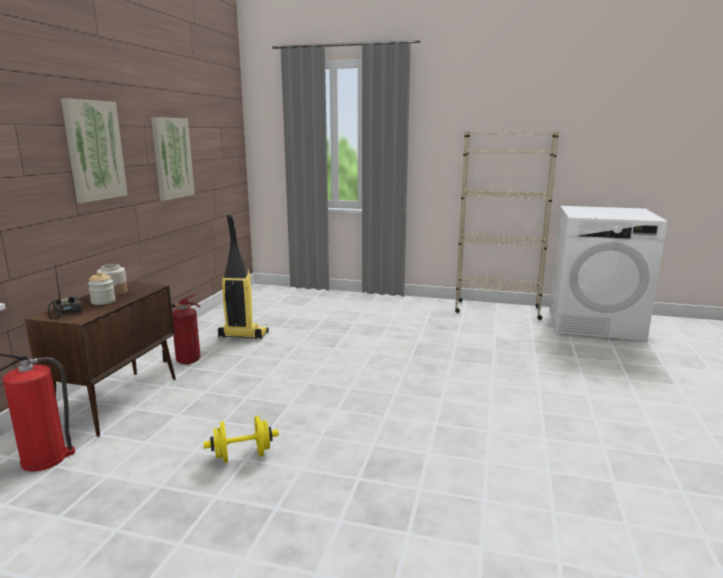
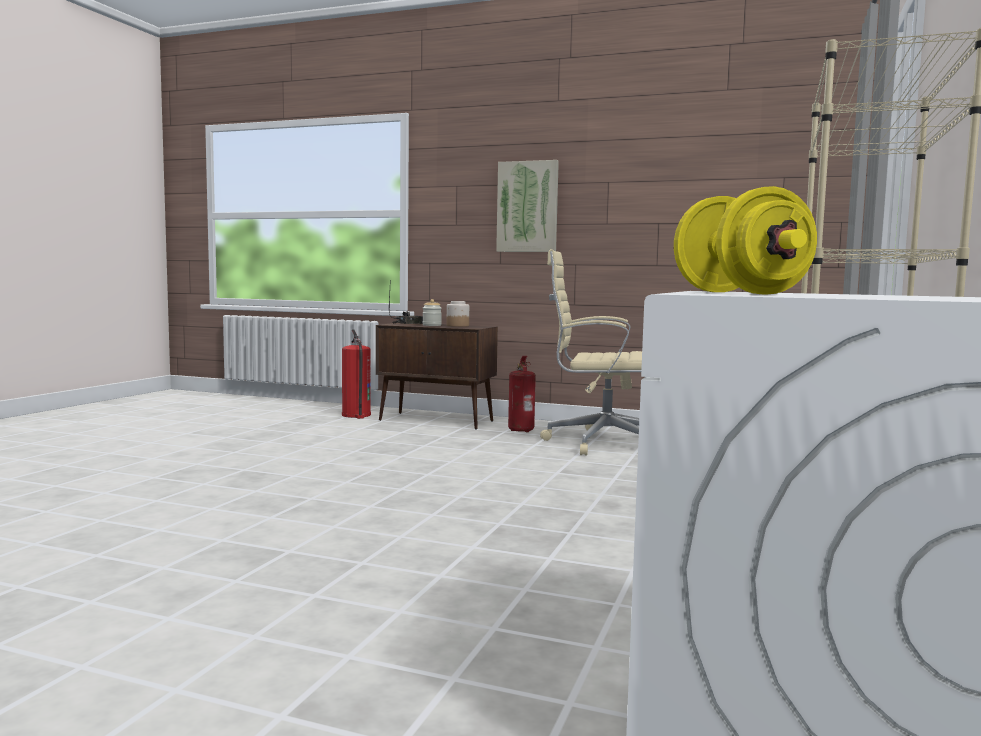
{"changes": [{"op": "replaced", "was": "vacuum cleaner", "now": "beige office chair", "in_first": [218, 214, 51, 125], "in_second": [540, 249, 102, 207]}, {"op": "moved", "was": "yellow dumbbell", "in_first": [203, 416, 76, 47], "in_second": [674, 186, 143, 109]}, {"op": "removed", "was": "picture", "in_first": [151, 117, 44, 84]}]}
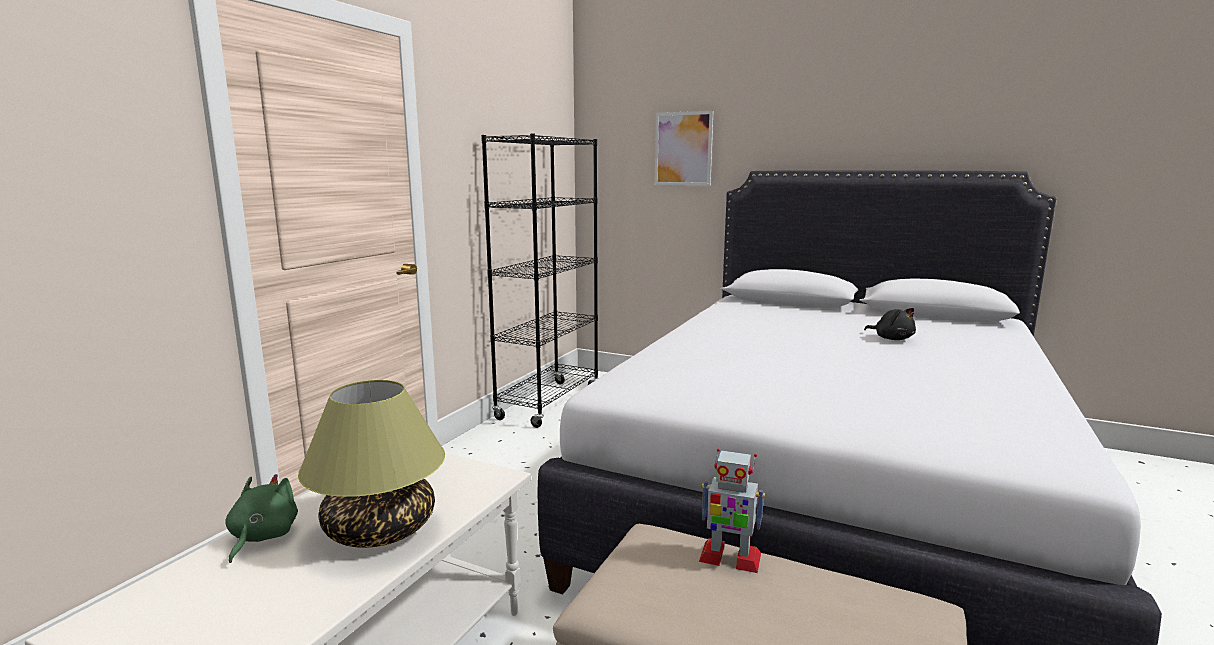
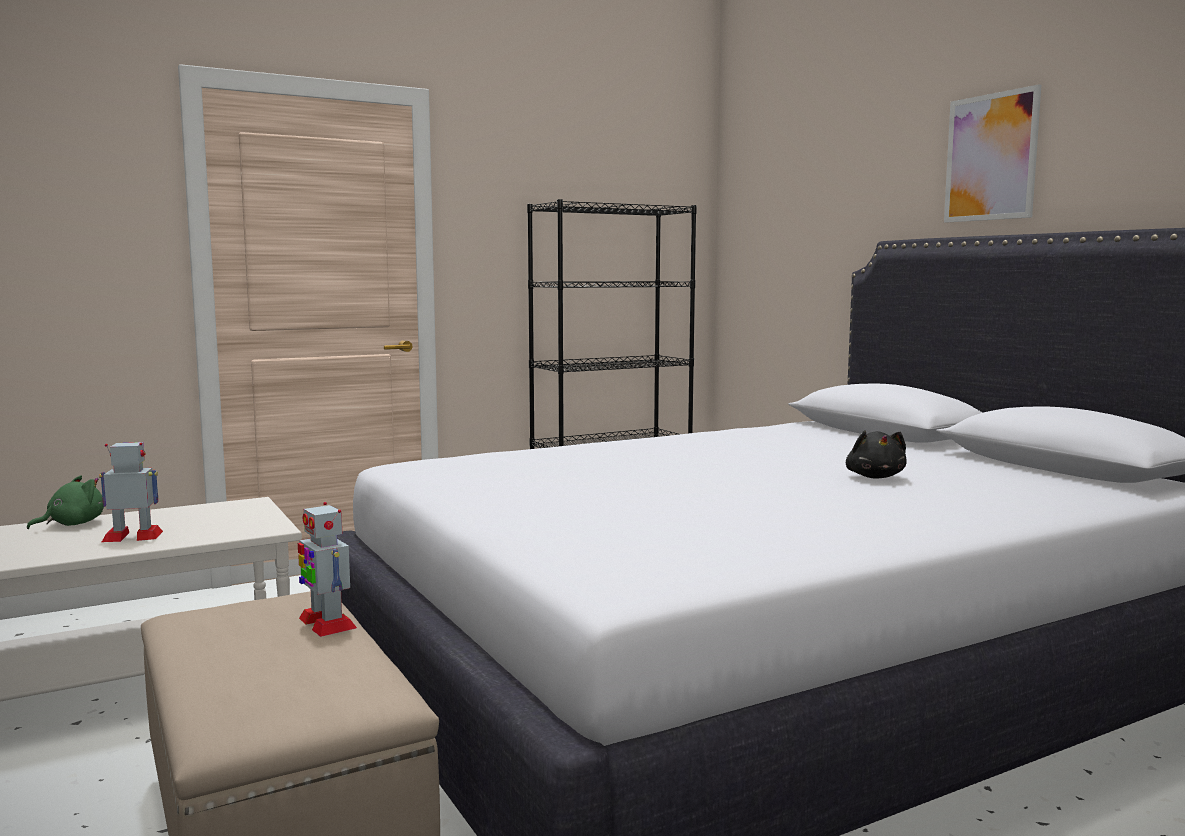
{"changes": [{"op": "replaced", "was": "table lamp", "now": "toy robot", "in_first": [298, 380, 147, 168], "in_second": [99, 442, 64, 100]}, {"op": "moved", "was": "picture", "in_first": [655, 111, 58, 75], "in_second": [944, 84, 97, 139]}]}
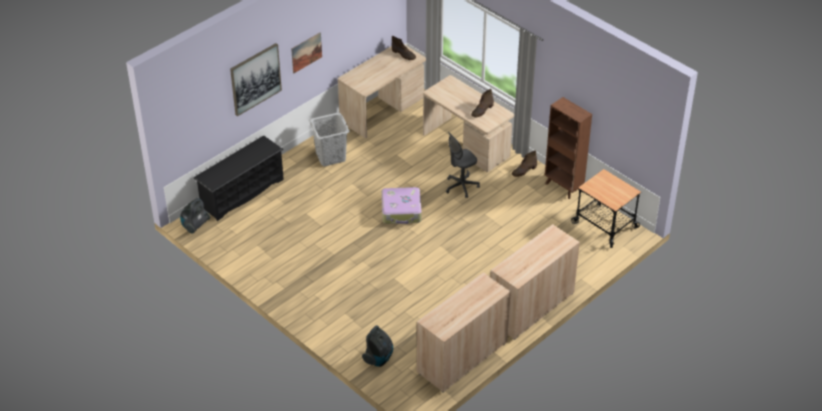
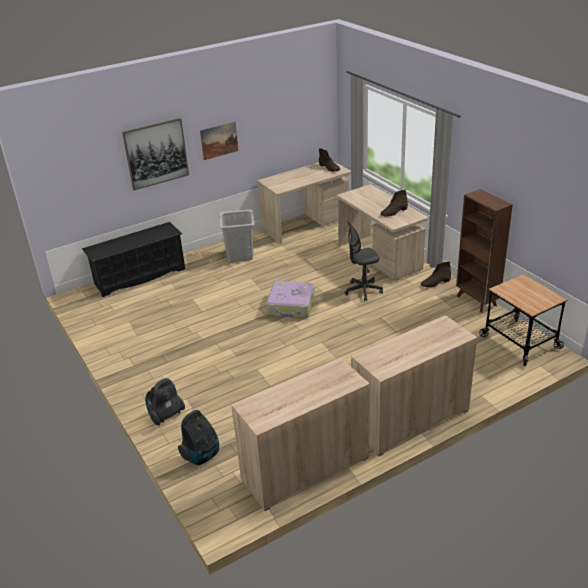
{"changes": [{"op": "moved", "was": "vacuum cleaner", "in_first": [180, 198, 30, 36], "in_second": [145, 378, 40, 47]}]}
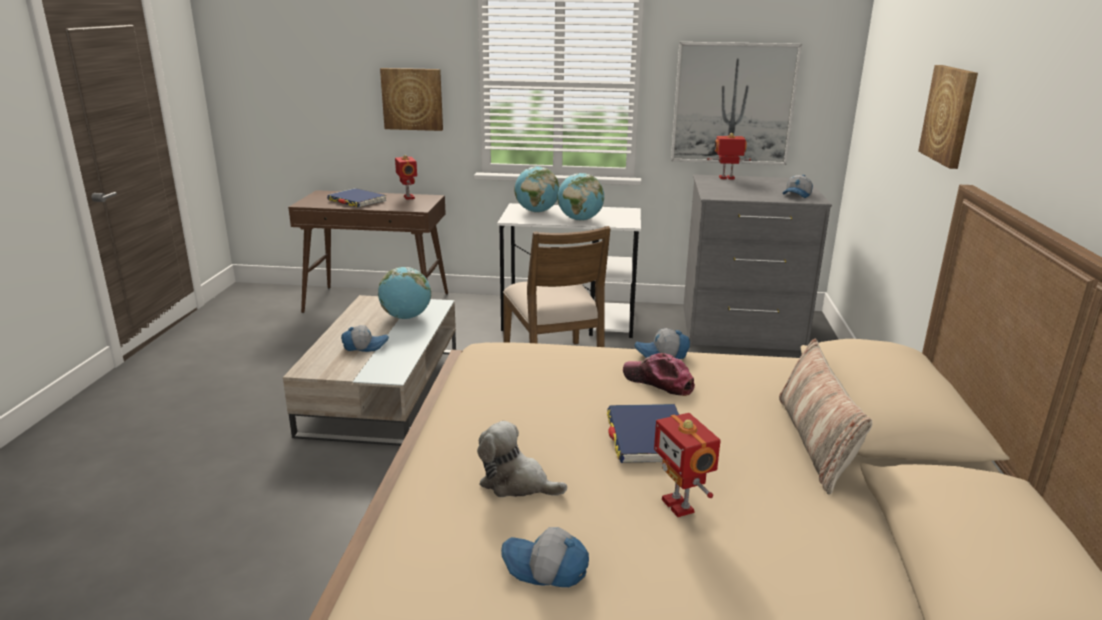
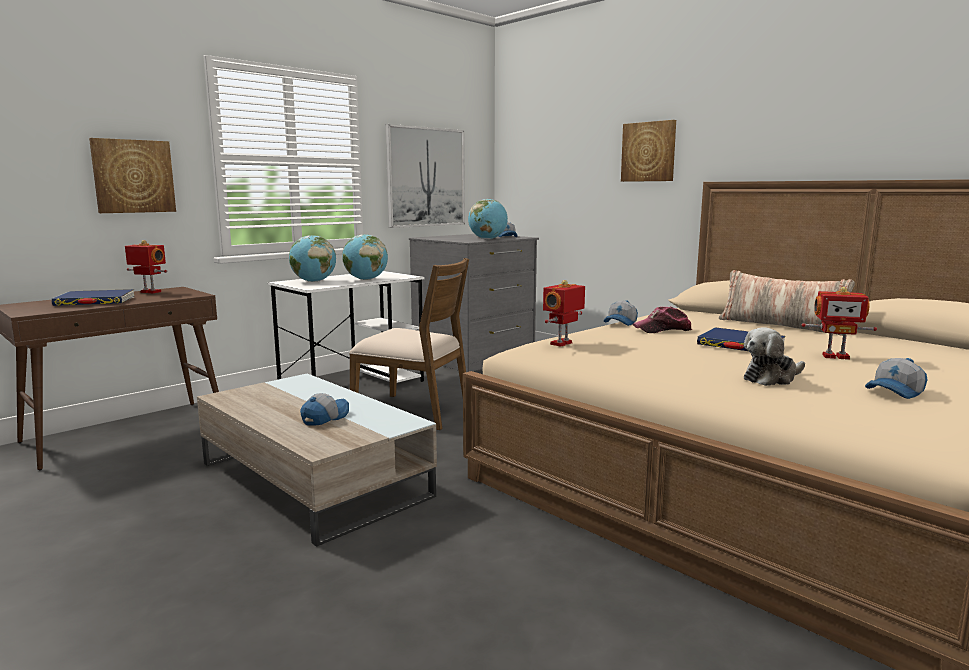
{"changes": [{"op": "moved", "was": "globe", "in_first": [378, 267, 53, 52], "in_second": [468, 199, 40, 41]}, {"op": "moved", "was": "toy robot", "in_first": [707, 133, 44, 46], "in_second": [543, 280, 42, 67]}]}
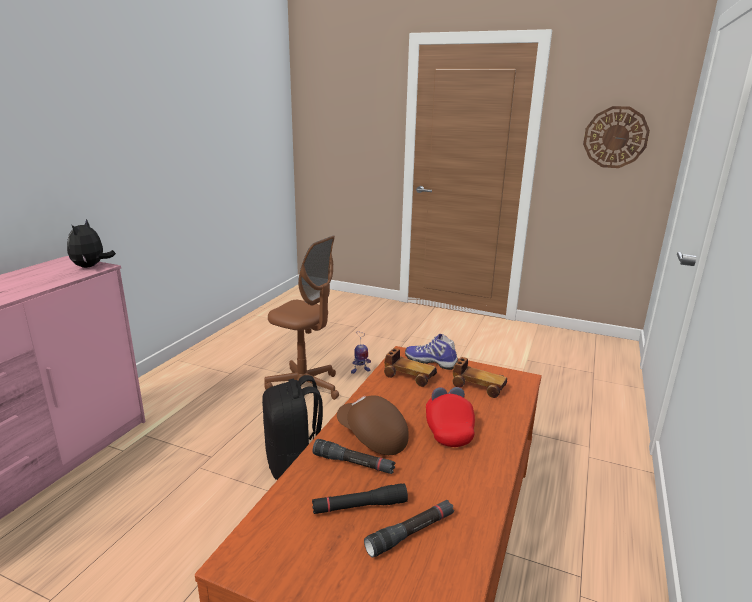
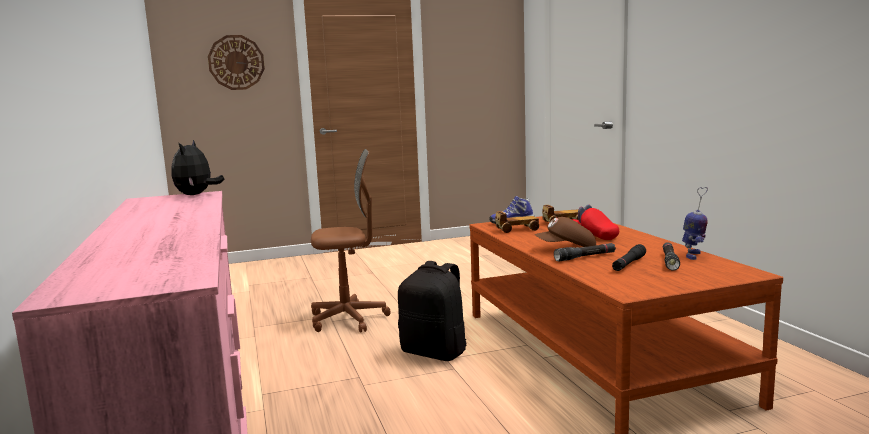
{"changes": [{"op": "turned", "was": "plush toy", "in_first": [67, 219, 49, 49], "in_second": [171, 140, 54, 55], "clockwise": 45}, {"op": "moved", "was": "wall clock", "in_first": [583, 106, 67, 62], "in_second": [208, 35, 57, 55]}, {"op": "moved", "was": "toy robot", "in_first": [351, 331, 20, 43], "in_second": [682, 187, 26, 73]}]}
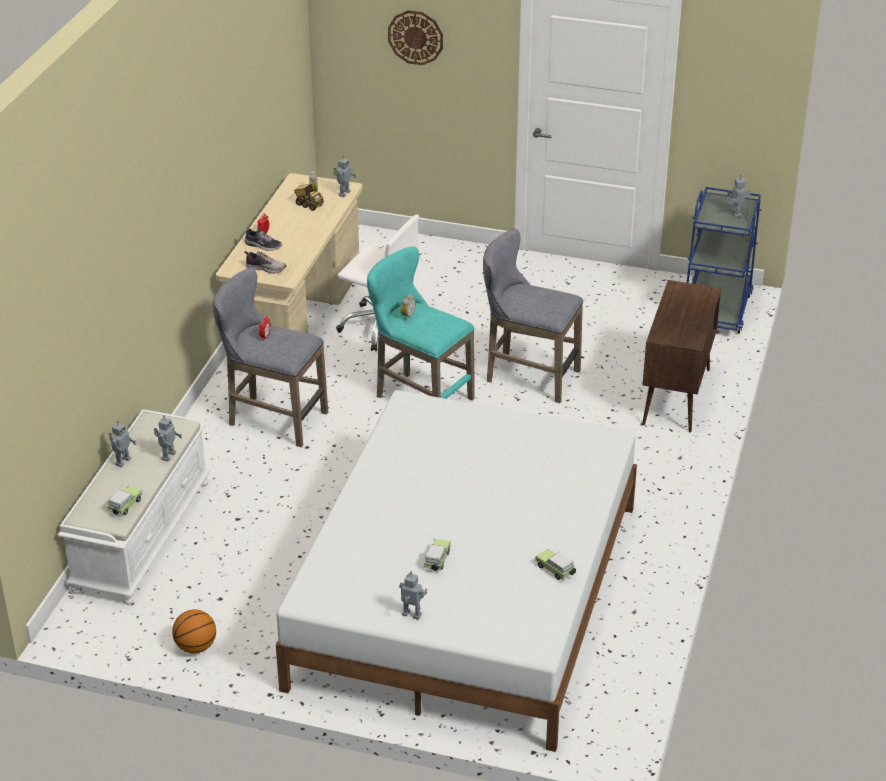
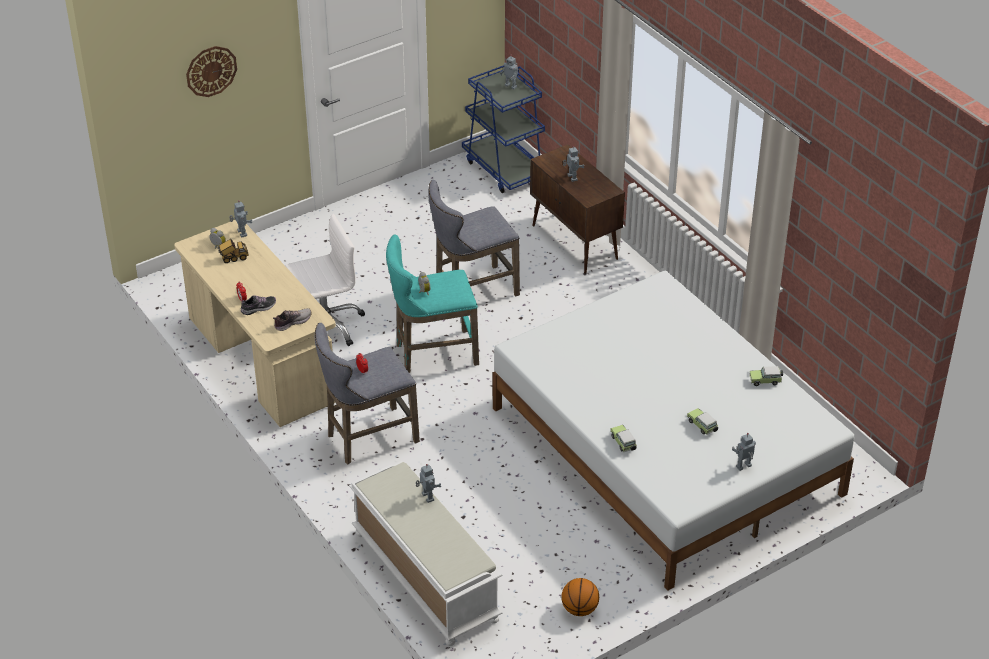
{"changes": [{"op": "moved", "was": "toy robot", "in_first": [109, 421, 28, 46], "in_second": [563, 146, 21, 36]}, {"op": "moved", "was": "toy car", "in_first": [108, 486, 34, 29], "in_second": [610, 425, 27, 27]}]}
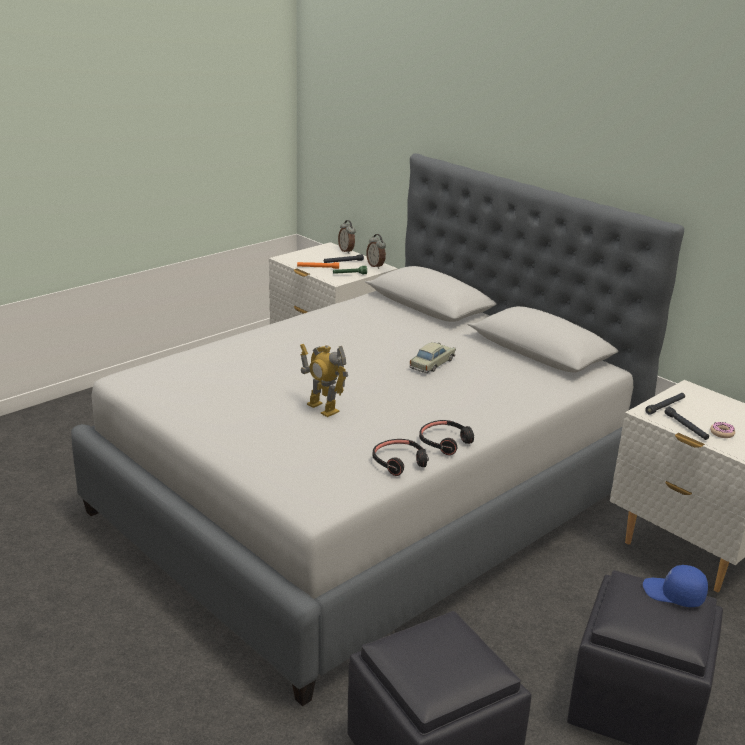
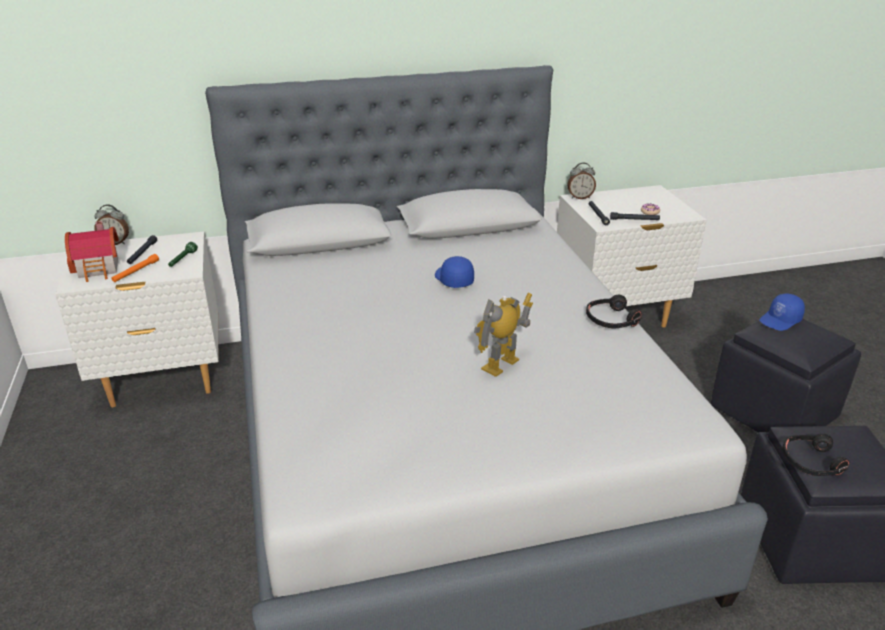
{"changes": [{"op": "added", "now": "toy house", "in_second": [65, 221, 54, 61]}, {"op": "replaced", "was": "beige toy car", "now": "blue cap", "in_first": [409, 342, 47, 31], "in_second": [435, 256, 39, 32]}, {"op": "turned", "was": "toy robot", "in_first": [300, 344, 48, 73], "in_second": [474, 293, 59, 84], "clockwise": 150}, {"op": "moved", "was": "alarm clock", "in_first": [366, 234, 20, 35], "in_second": [567, 162, 29, 37]}, {"op": "moved", "was": "black headphones", "in_first": [373, 439, 56, 37], "in_second": [782, 434, 67, 42]}]}
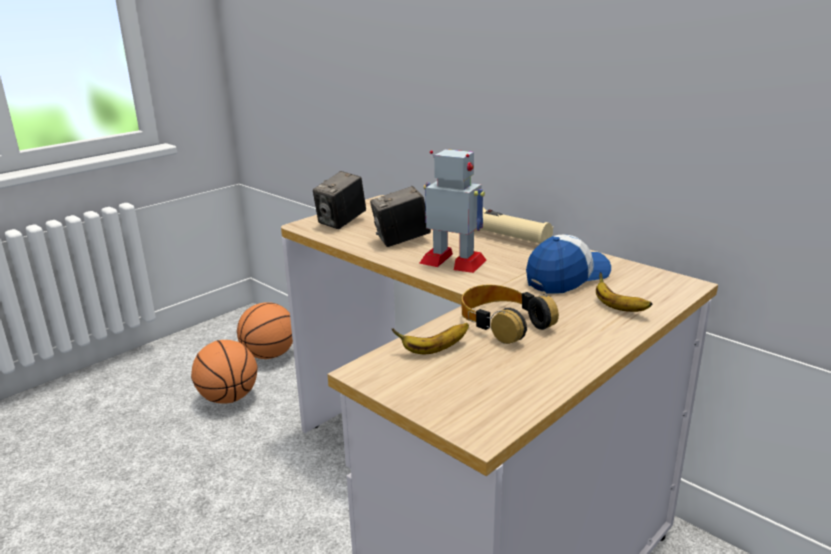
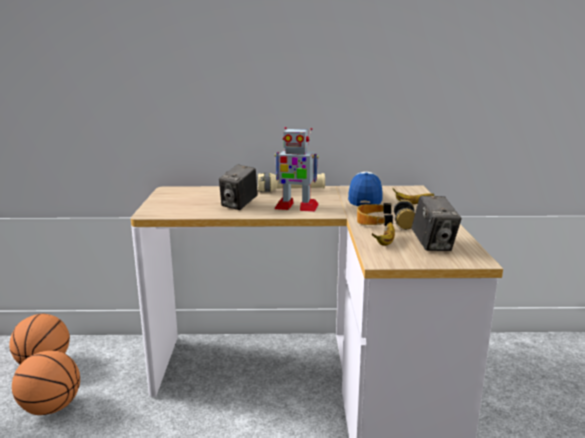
{"changes": [{"op": "turned", "was": "toy robot", "in_first": [419, 149, 68, 124], "in_second": [275, 127, 44, 85], "clockwise": -150}, {"op": "moved", "was": "photo camera", "in_first": [313, 171, 53, 58], "in_second": [411, 195, 51, 56]}]}
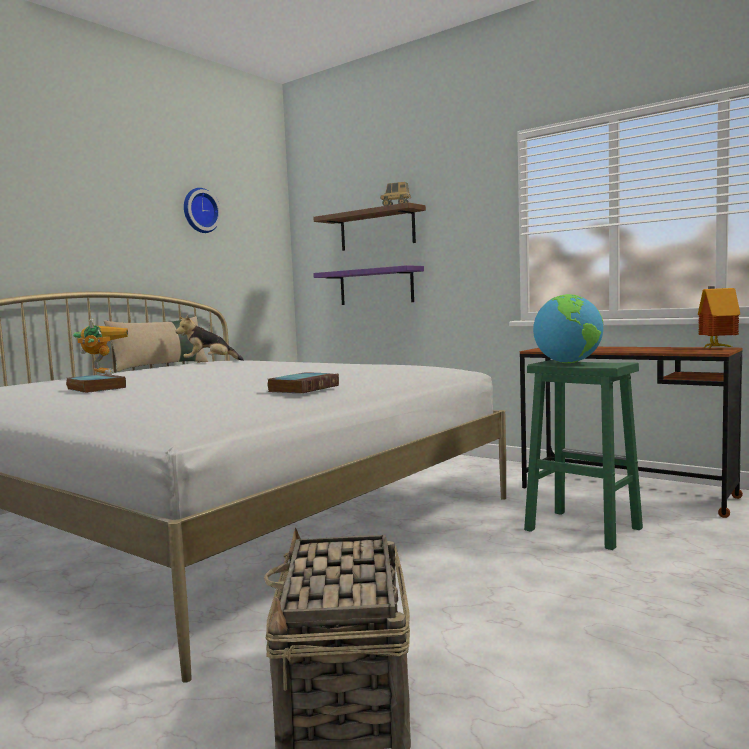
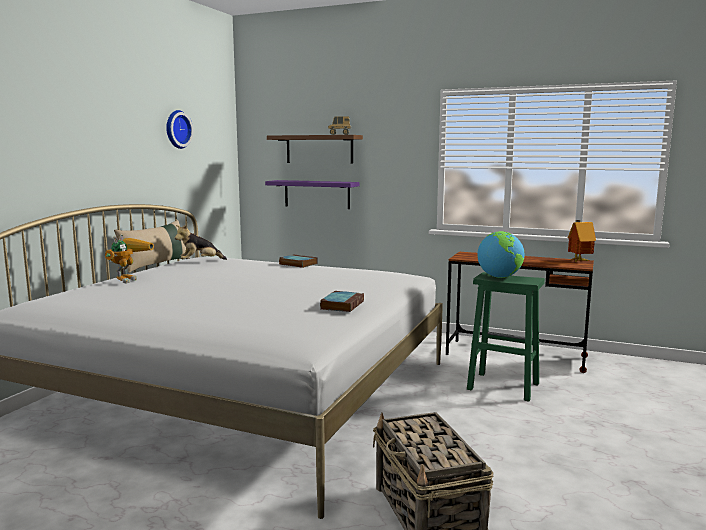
{"changes": [{"op": "turned", "was": "toy robot", "in_first": [73, 319, 55, 56], "in_second": [104, 234, 50, 49], "clockwise": 45}, {"op": "moved", "was": "book", "in_first": [66, 374, 60, 19], "in_second": [279, 254, 39, 14]}]}
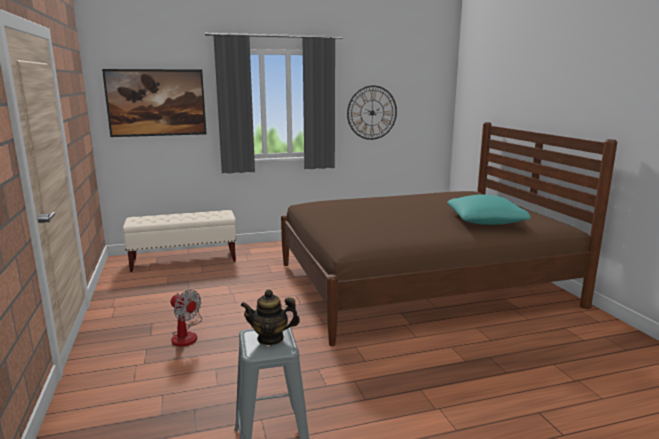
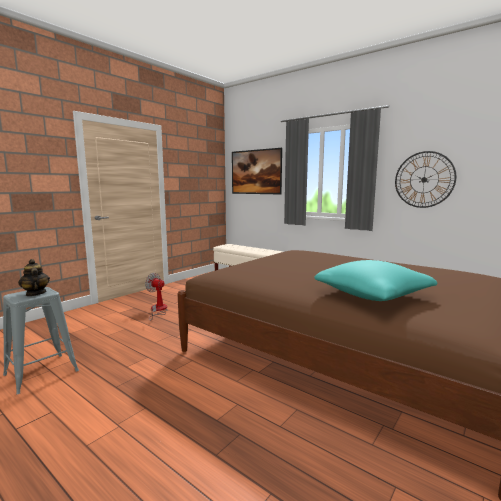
{"changes": [{"op": "turned", "was": "fan", "in_first": [171, 290, 31, 57], "in_second": [145, 273, 23, 47], "clockwise": 120}]}
